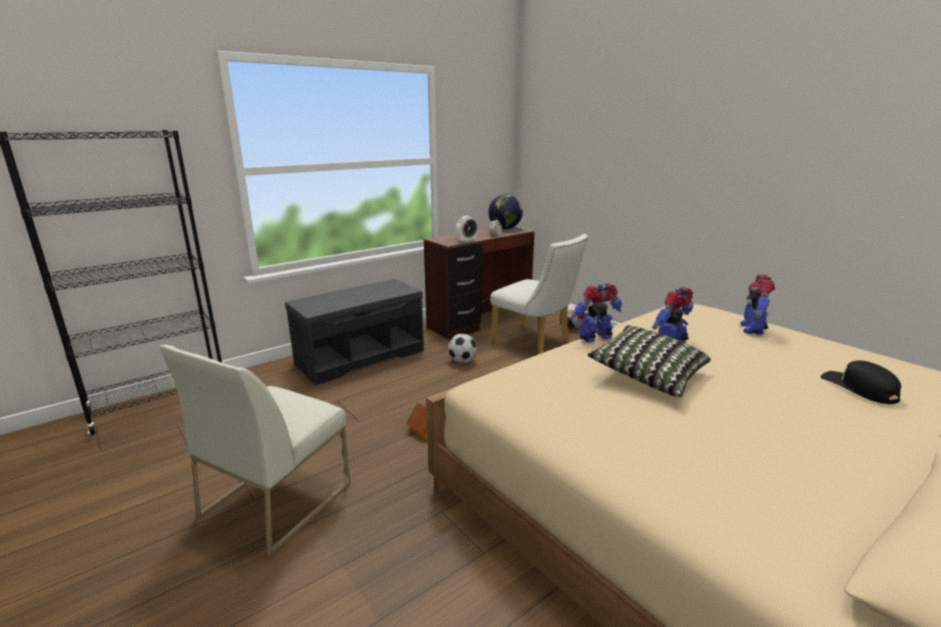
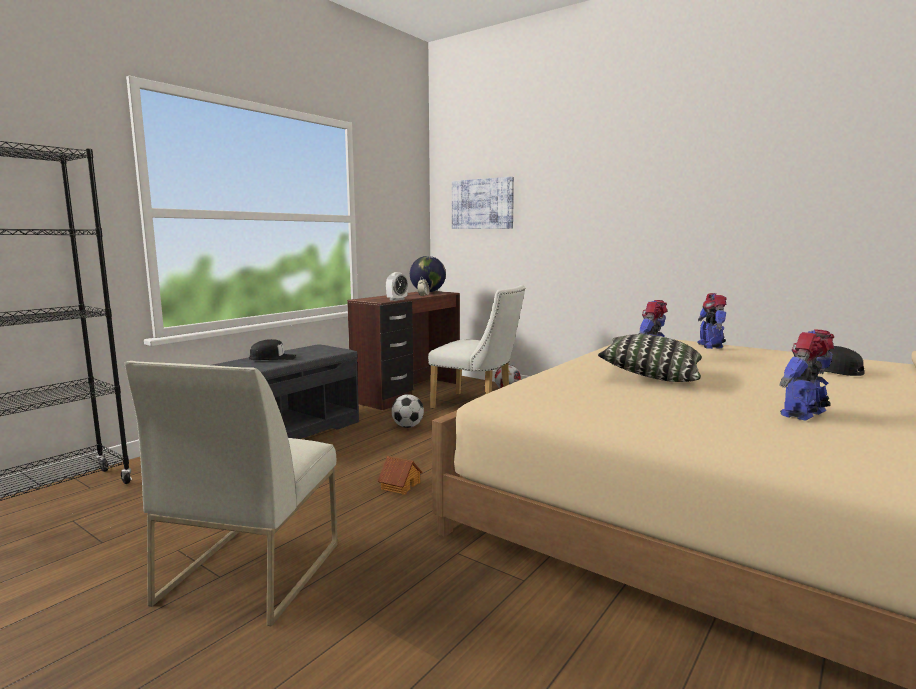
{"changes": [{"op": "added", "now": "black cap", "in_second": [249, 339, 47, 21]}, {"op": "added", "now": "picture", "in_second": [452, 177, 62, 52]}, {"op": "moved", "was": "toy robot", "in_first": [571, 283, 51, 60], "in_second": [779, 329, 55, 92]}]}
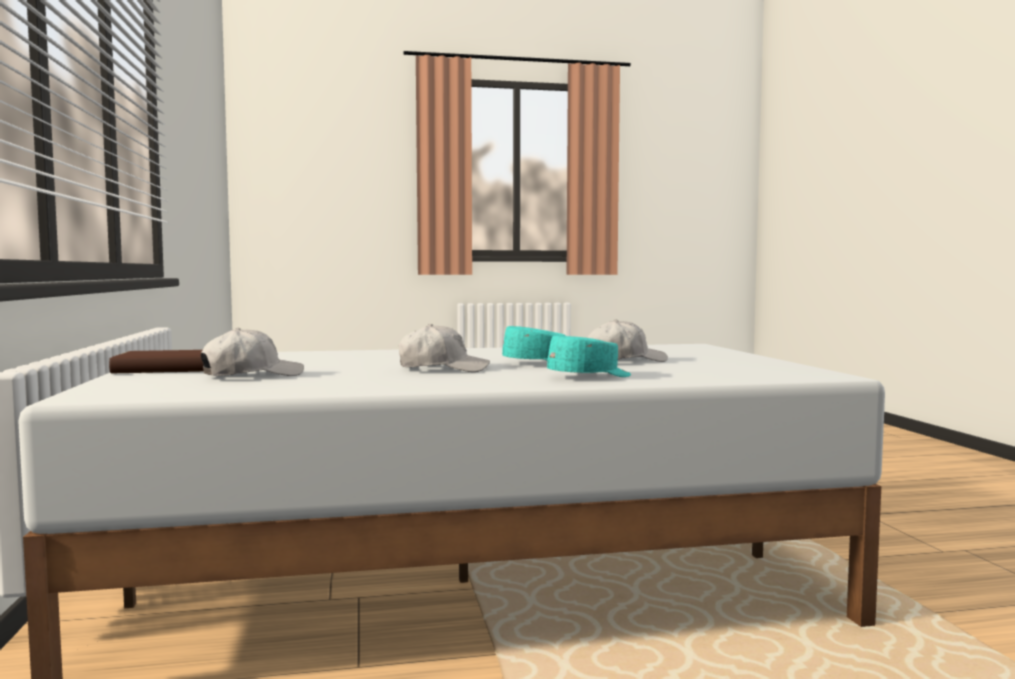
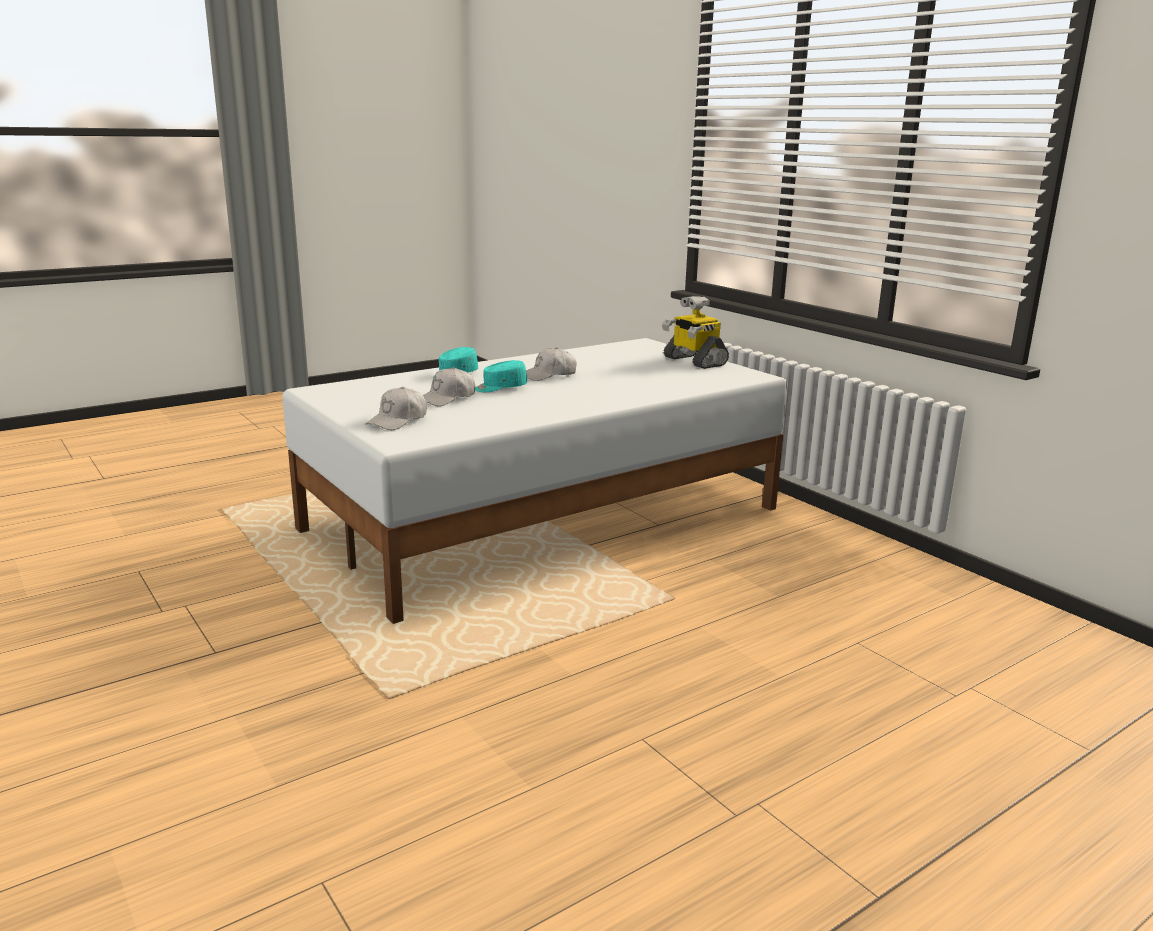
{"changes": [{"op": "moved", "was": "white cap", "in_first": [201, 328, 103, 48], "in_second": [365, 387, 62, 43]}, {"op": "replaced", "was": "brown book", "now": "toy robot", "in_first": [109, 350, 95, 23], "in_second": [662, 296, 67, 73]}]}
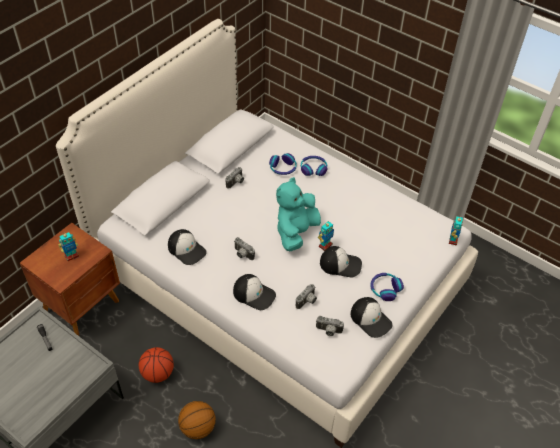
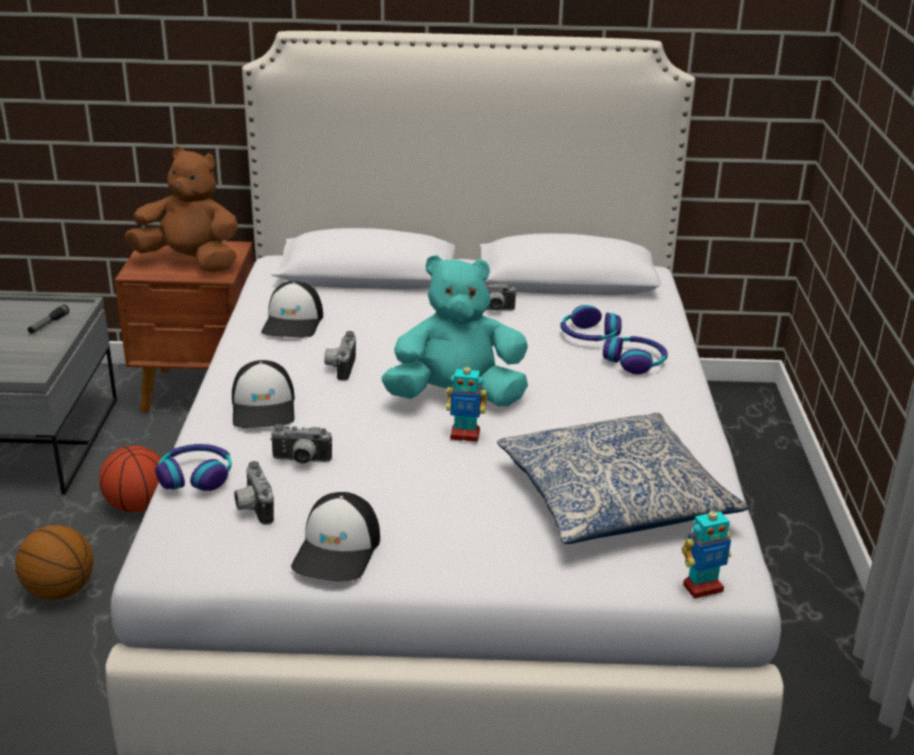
{"changes": [{"op": "replaced", "was": "toy robot", "now": "brown plush toy", "in_first": [58, 232, 21, 29], "in_second": [124, 146, 114, 126]}, {"op": "moved", "was": "headphones", "in_first": [370, 273, 34, 28], "in_second": [155, 444, 77, 47]}, {"op": "added", "now": "pillow", "in_second": [497, 413, 252, 131]}, {"op": "removed", "was": "cap", "in_first": [320, 246, 42, 31]}]}
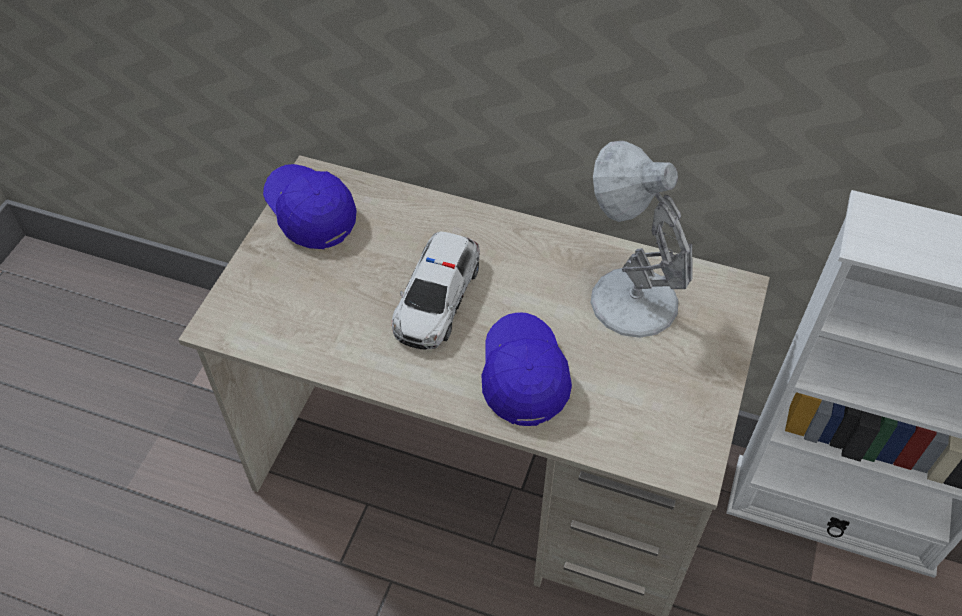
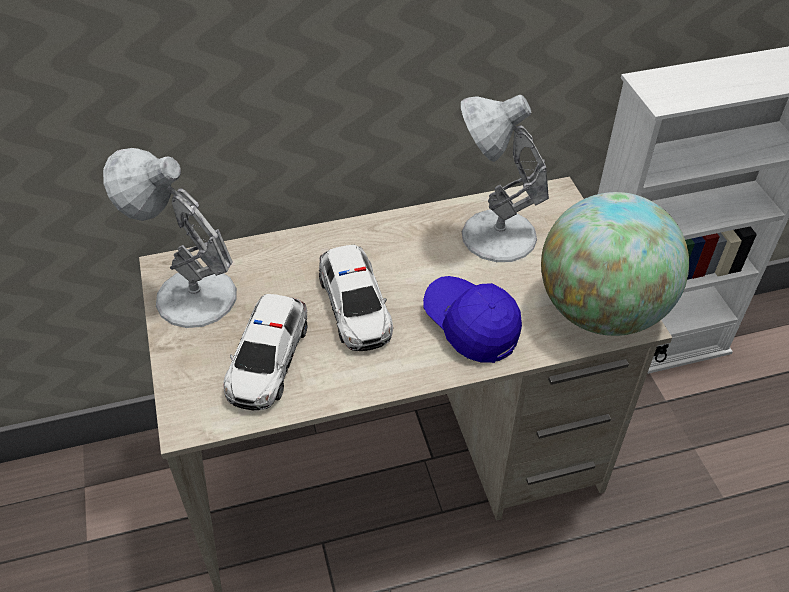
{"changes": [{"op": "replaced", "was": "blue cap", "now": "white table lamp", "in_first": [263, 164, 94, 85], "in_second": [103, 148, 134, 180]}, {"op": "added", "now": "toy car", "in_second": [223, 294, 84, 116]}, {"op": "added", "now": "globe", "in_second": [541, 192, 148, 144]}]}
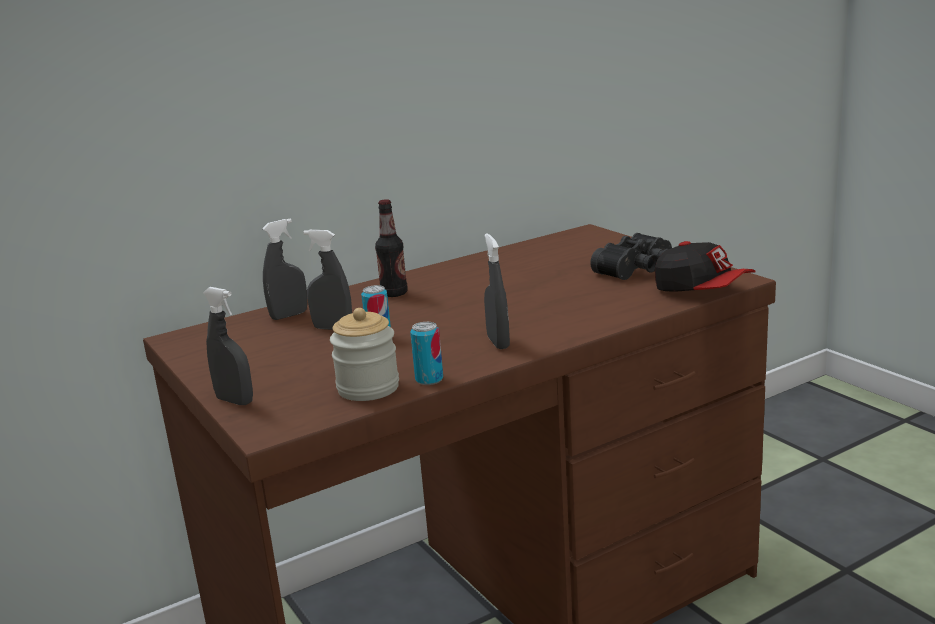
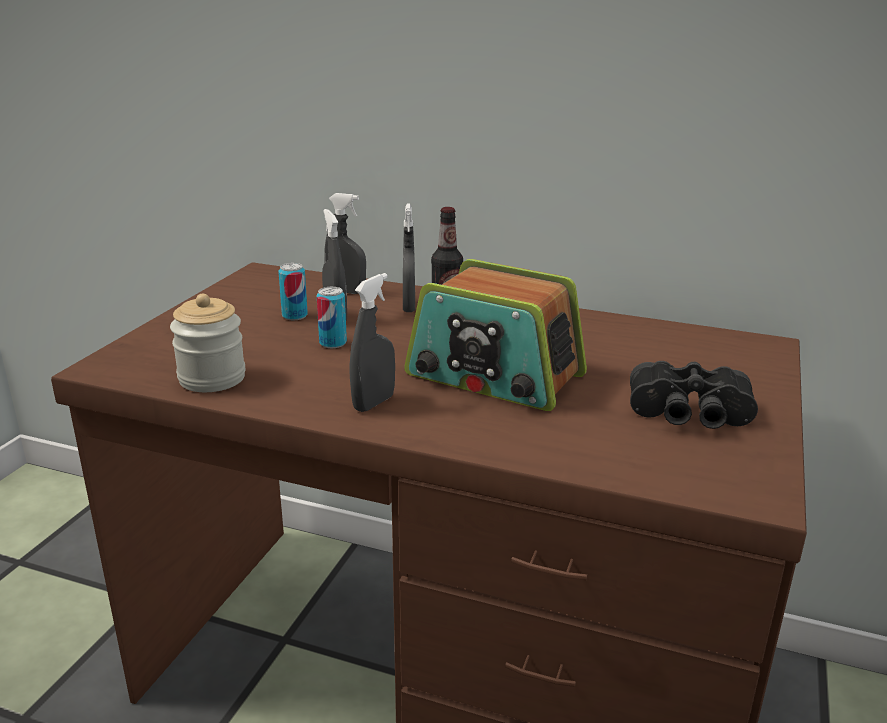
{"changes": [{"op": "moved", "was": "can", "in_first": [410, 322, 33, 63], "in_second": [278, 263, 30, 57]}, {"op": "moved", "was": "grey spray bottle", "in_first": [203, 287, 50, 118], "in_second": [403, 204, 12, 108]}, {"op": "added", "now": "radio", "in_second": [404, 259, 183, 152]}, {"op": "removed", "was": "cap", "in_first": [655, 241, 100, 51]}]}
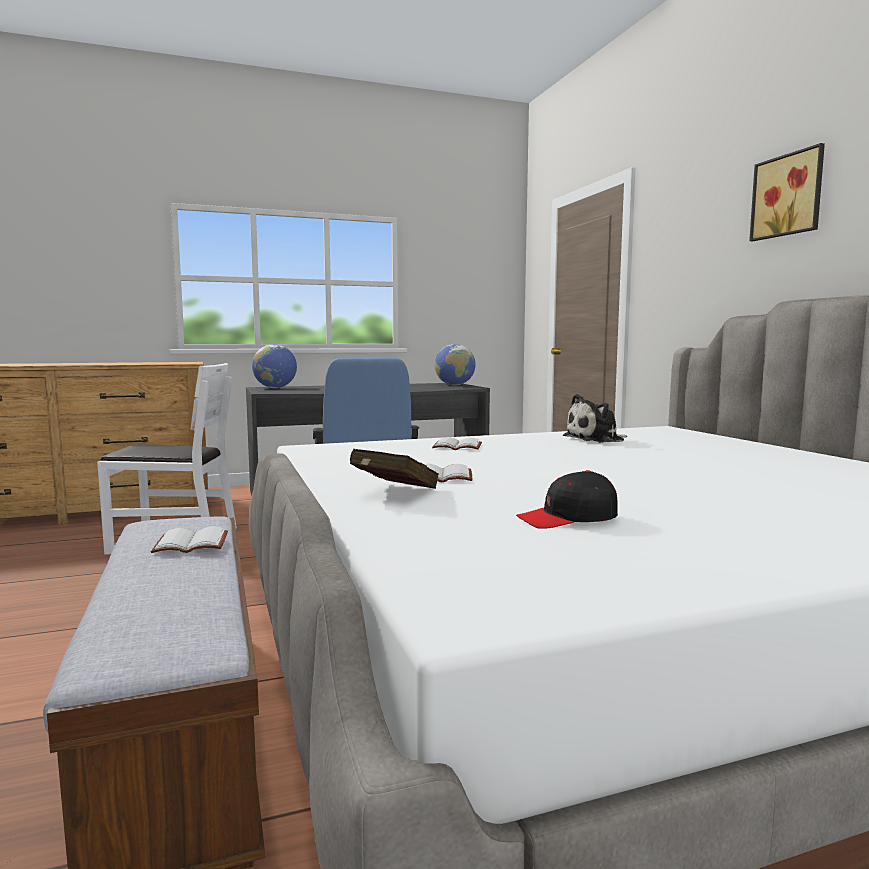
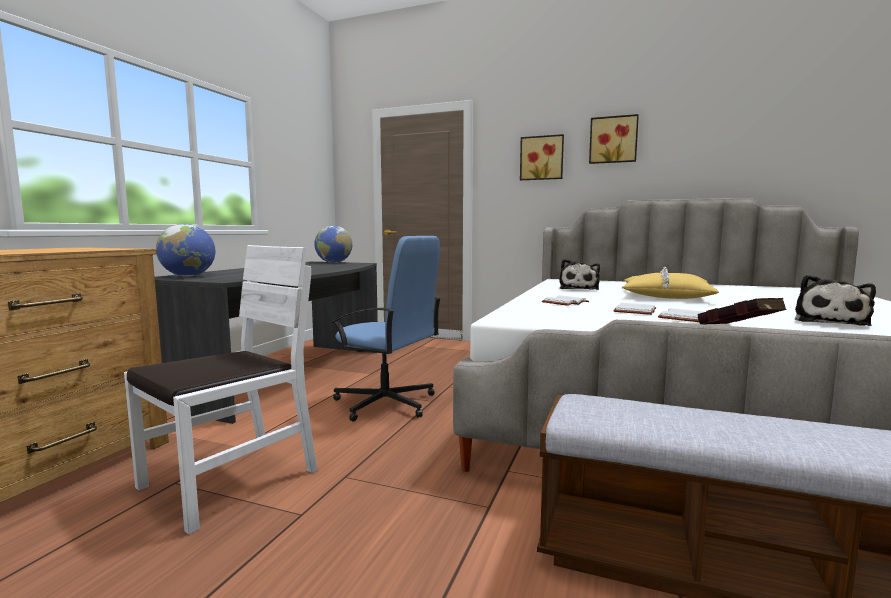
{"changes": [{"op": "added", "now": "picture", "in_second": [520, 134, 44, 46]}, {"op": "moved", "was": "white book", "in_first": [151, 526, 77, 27], "in_second": [614, 303, 42, 12]}, {"op": "added", "now": "yellow pillow", "in_second": [621, 267, 98, 32]}, {"op": "replaced", "was": "black cap", "now": "plush toy", "in_first": [516, 470, 102, 59], "in_second": [795, 275, 81, 51]}]}
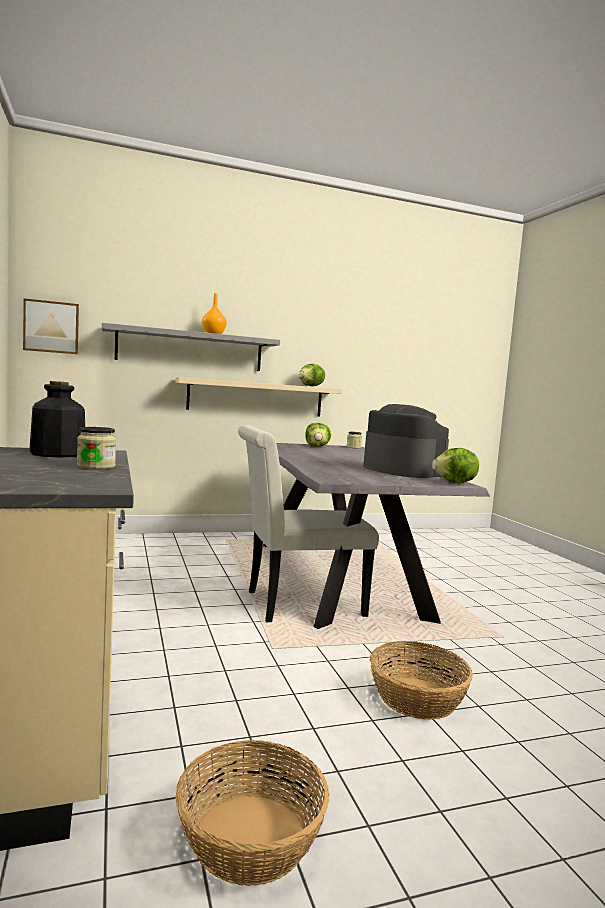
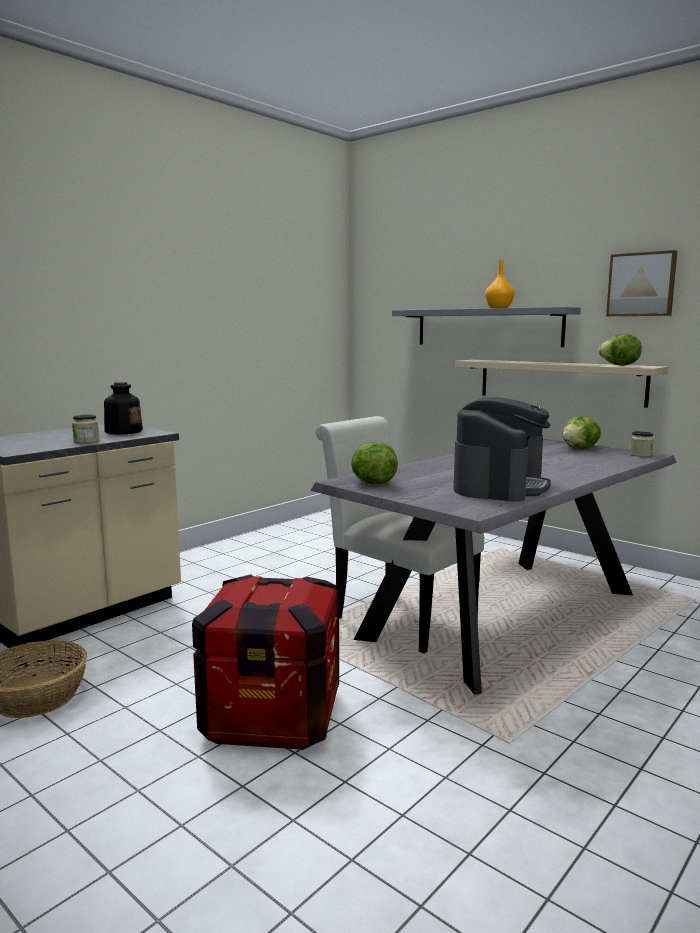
{"changes": [{"op": "replaced", "was": "basket", "now": "crate", "in_first": [370, 641, 103, 79], "in_second": [192, 575, 147, 175]}, {"op": "moved", "was": "lettuce", "in_first": [432, 448, 47, 35], "in_second": [351, 442, 47, 42]}, {"op": "moved", "was": "picture", "in_first": [23, 298, 56, 56], "in_second": [606, 250, 71, 66]}]}
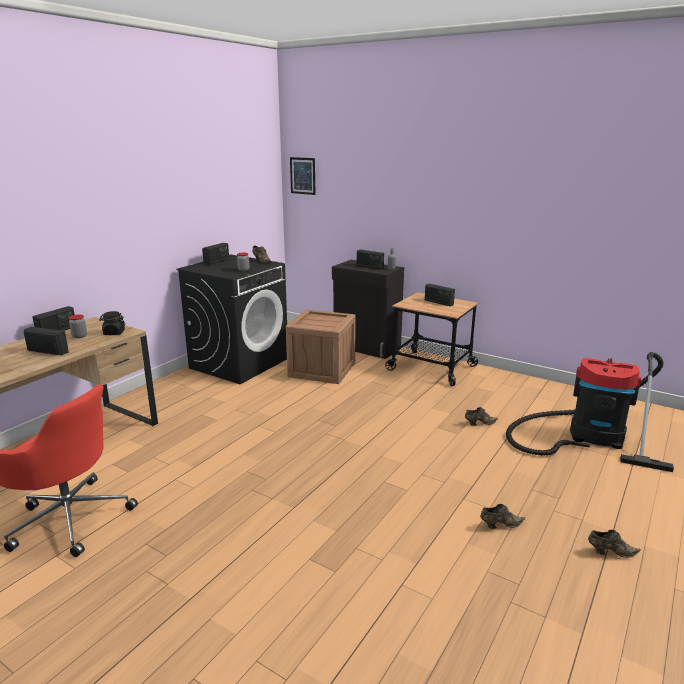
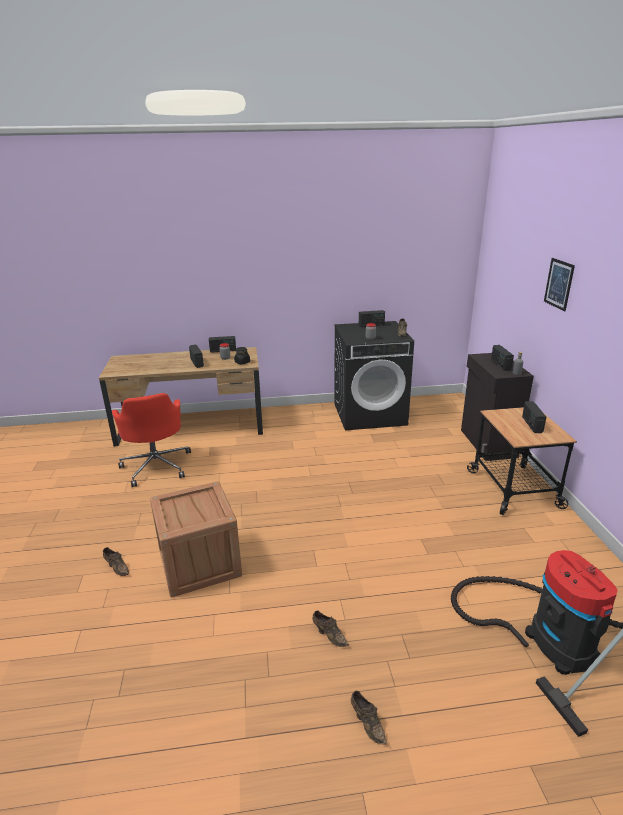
{"changes": [{"op": "moved", "was": "brown shoe", "in_first": [465, 407, 33, 19], "in_second": [103, 547, 26, 29]}, {"op": "moved", "was": "crate", "in_first": [286, 309, 70, 75], "in_second": [150, 481, 92, 116]}, {"op": "moved", "was": "picture", "in_first": [290, 157, 26, 38], "in_second": [544, 258, 31, 54]}]}
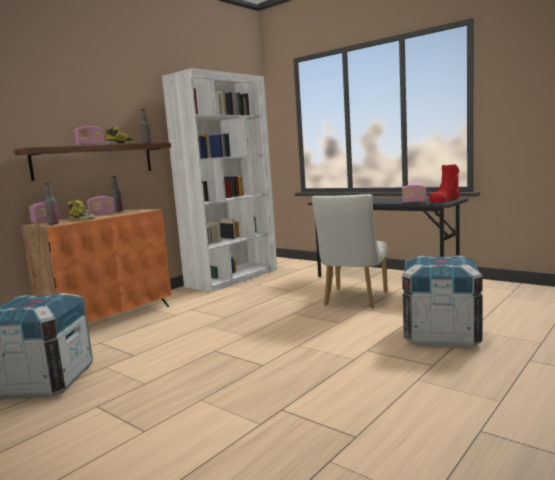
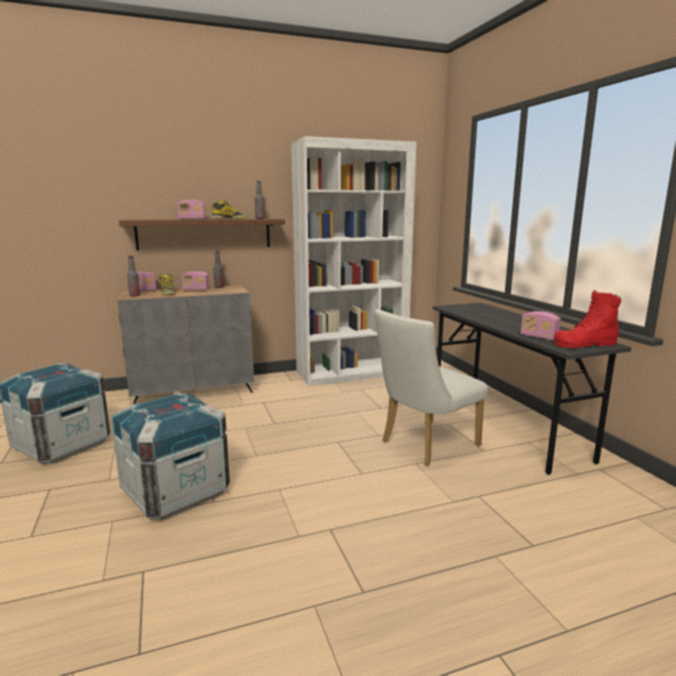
{"changes": [{"op": "moved", "was": "crate", "in_first": [402, 256, 81, 92], "in_second": [111, 393, 119, 126]}, {"op": "recoloured", "was": "orange cabinet", "now": "grey cabinet", "in_first": [21, 209, 150, 114], "in_second": [118, 285, 136, 119]}]}
